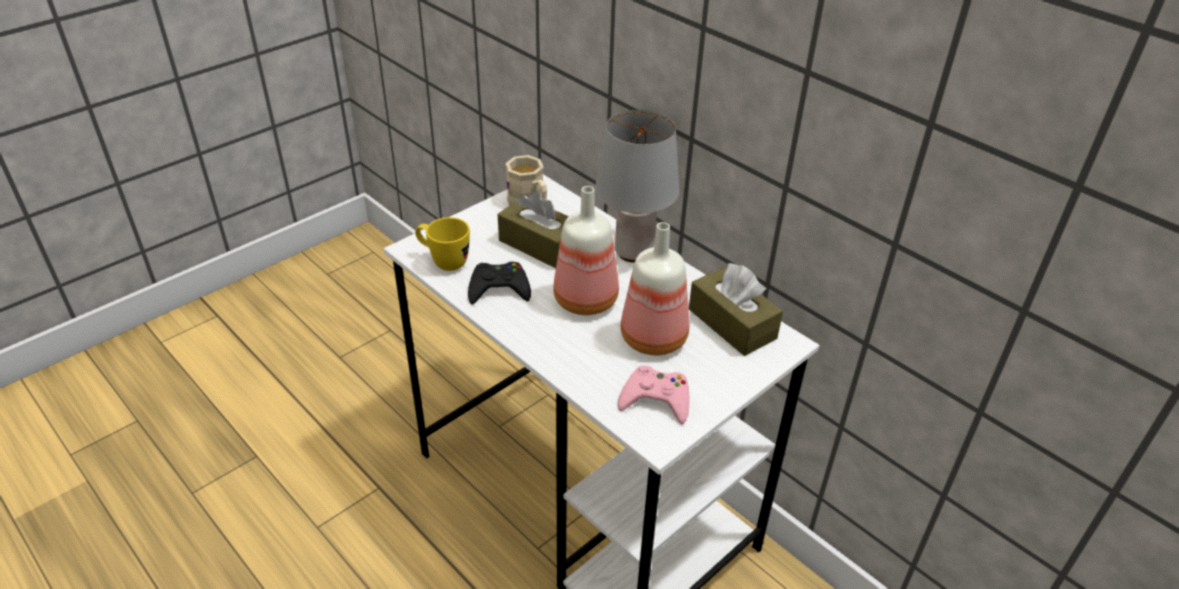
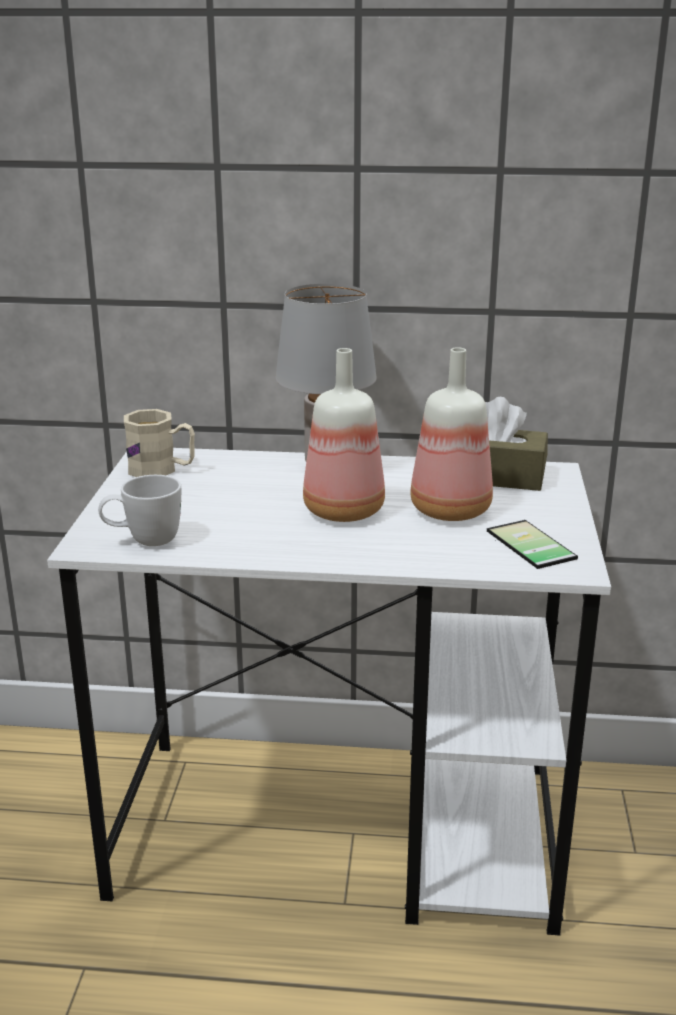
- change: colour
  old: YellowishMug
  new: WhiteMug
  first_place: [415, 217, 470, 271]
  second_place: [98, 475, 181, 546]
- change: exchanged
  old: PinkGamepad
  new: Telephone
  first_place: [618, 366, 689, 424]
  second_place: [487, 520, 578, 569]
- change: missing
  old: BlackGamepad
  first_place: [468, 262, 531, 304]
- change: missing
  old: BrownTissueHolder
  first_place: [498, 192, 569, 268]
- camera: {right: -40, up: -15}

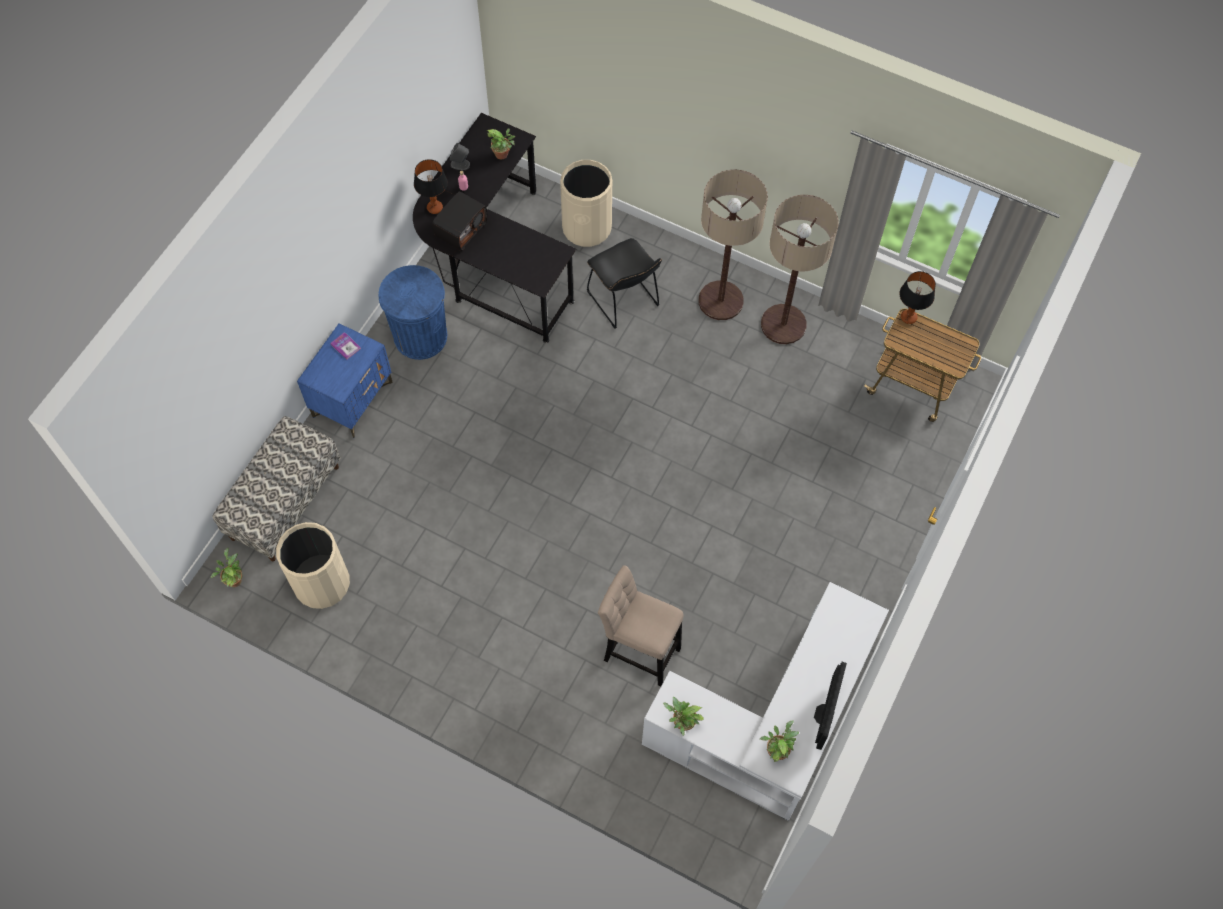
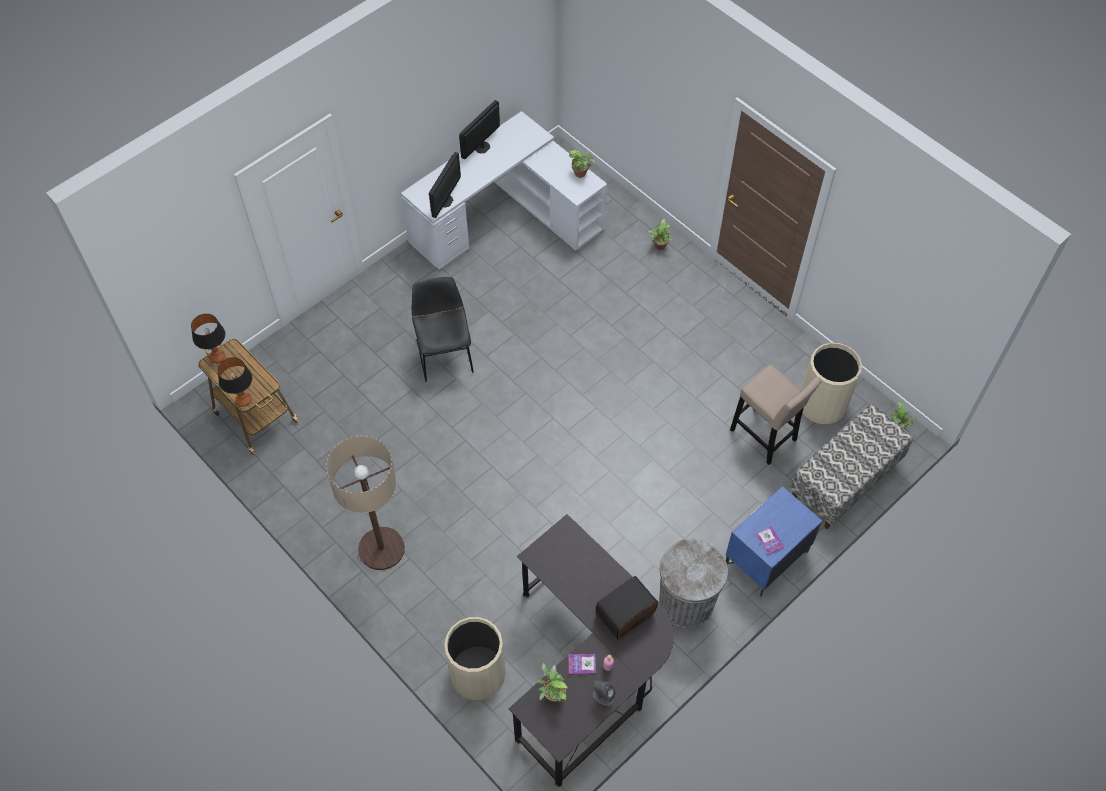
- change: relocated
  old: LampForATable
  first_place: [414, 159, 448, 214]
  second_place: [191, 314, 225, 363]
- change: relocated
  old: BlackUprightChair
  first_place: [587, 238, 662, 329]
  second_place: [411, 277, 474, 382]
- change: appeared
  new: ComputerScreen
  second_place: [429, 152, 461, 218]
- change: appeared
  new: BoundBook
  second_place: [568, 654, 596, 675]
- change: relocated
  old: Houseplant
  first_place: [760, 720, 799, 762]
  second_place: [648, 219, 674, 250]
- change: colour
  old: BluishRubbishBin
  new: GreyRubbishBin
  first_place: [379, 265, 447, 360]
  second_place: [659, 539, 728, 629]
- change: relocated
  old: SandColouredSittingStool
  first_place: [598, 565, 684, 687]
  second_place: [730, 365, 822, 465]
- change: missing
  old: StandardLamp
  first_place: [761, 195, 839, 344]
- camera: {right: -160, up: -5}

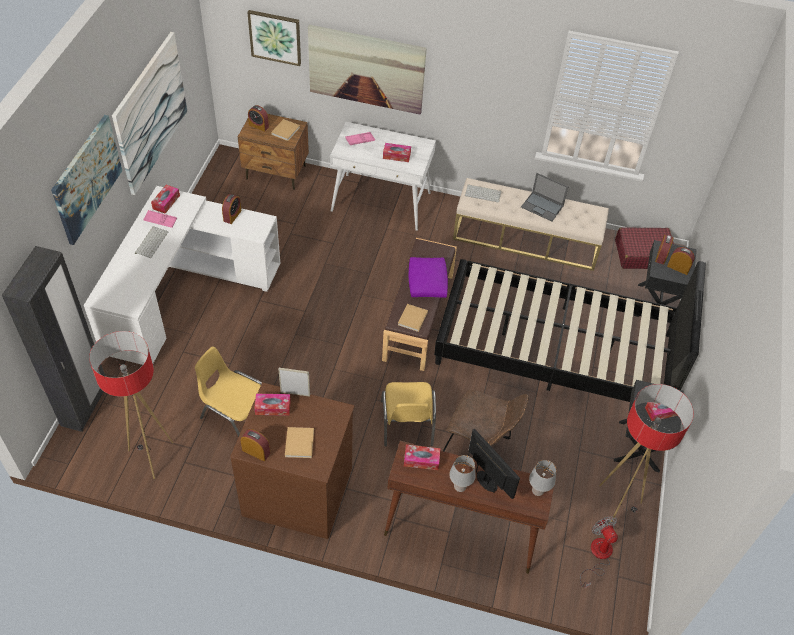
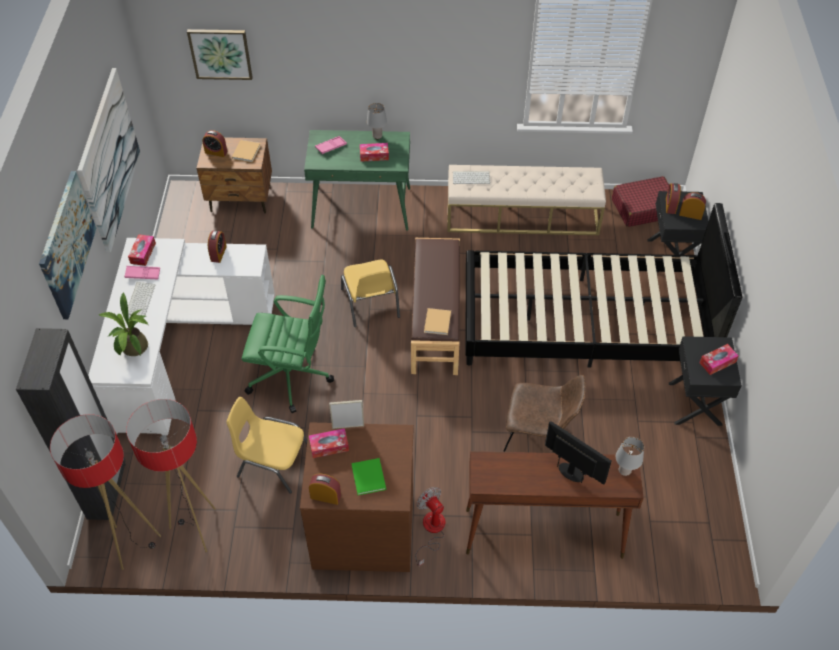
- change: relocated
  old: StandardLamp
  first_place: [599, 384, 694, 524]
  second_place: [50, 414, 161, 570]
- change: appeared
  new: Houseplant
  second_place: [99, 292, 148, 356]
- change: appeared
  new: GreenColouredDeskChair
  second_place: [242, 275, 334, 413]
- change: colour
  old: WhiteDesk
  new: GreenColouredDesk
  first_place: [330, 122, 436, 231]
  second_place: [304, 130, 410, 231]
- change: relocated
  old: YellowishUprightChair
  first_place: [381, 382, 436, 446]
  second_place: [341, 260, 400, 327]
- change: colour
  old: SandColouredBoundBook
  new: GreenColouredBoundBook
  first_place: [285, 427, 314, 458]
  second_place: [351, 458, 386, 495]
- change: relocated
  old: GreyLampForATable
  first_place: [449, 455, 476, 492]
  second_place: [367, 103, 387, 139]
- change: relocated
  old: ElectricFan
  first_place: [580, 516, 618, 588]
  second_place: [416, 487, 446, 566]
- change: missing
  old: Picture
  first_place: [308, 25, 427, 114]
- change: missing
  old: TissueHolder
  first_place: [404, 445, 441, 470]
- change: missing
  old: PurpleThrowPillow
  first_place: [409, 257, 448, 298]
- change: missing
  old: Laptop
  first_place: [521, 173, 568, 221]
- camera: {right: -10, up: 0}

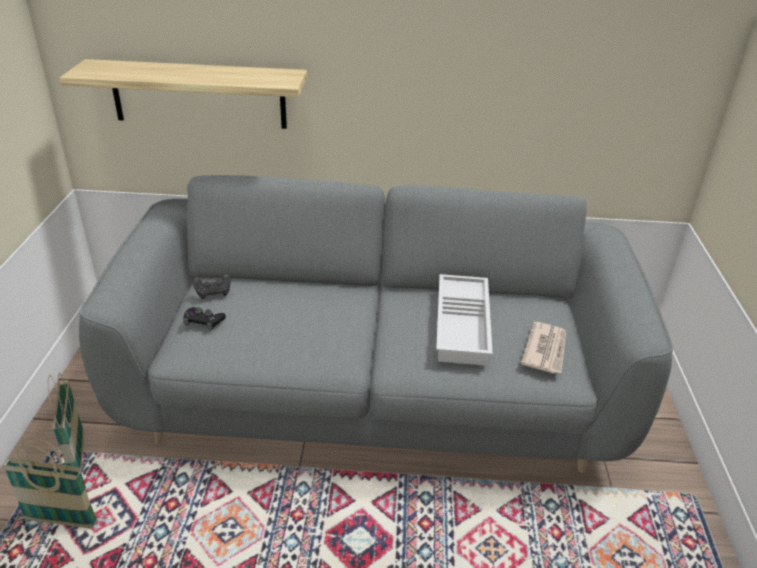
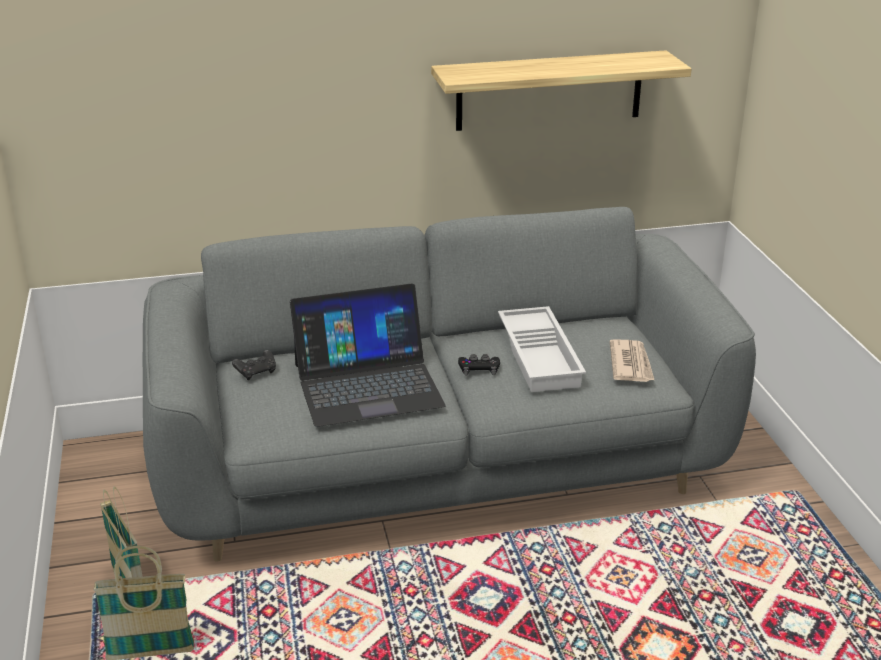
- change: appeared
  new: Laptop
  second_place: [290, 284, 446, 427]
- change: relocated
  old: Shelf
  first_place: [60, 59, 307, 129]
  second_place: [431, 50, 692, 131]
- change: relocated
  old: BlackGamepad
  first_place: [183, 307, 226, 331]
  second_place: [458, 354, 500, 375]
- camera: {right: -15, up: -5}

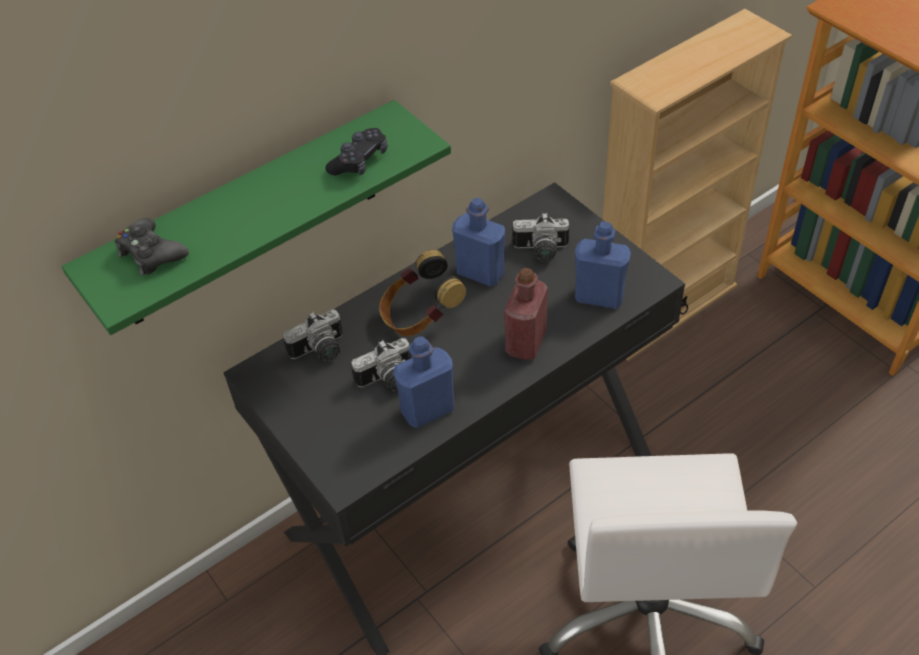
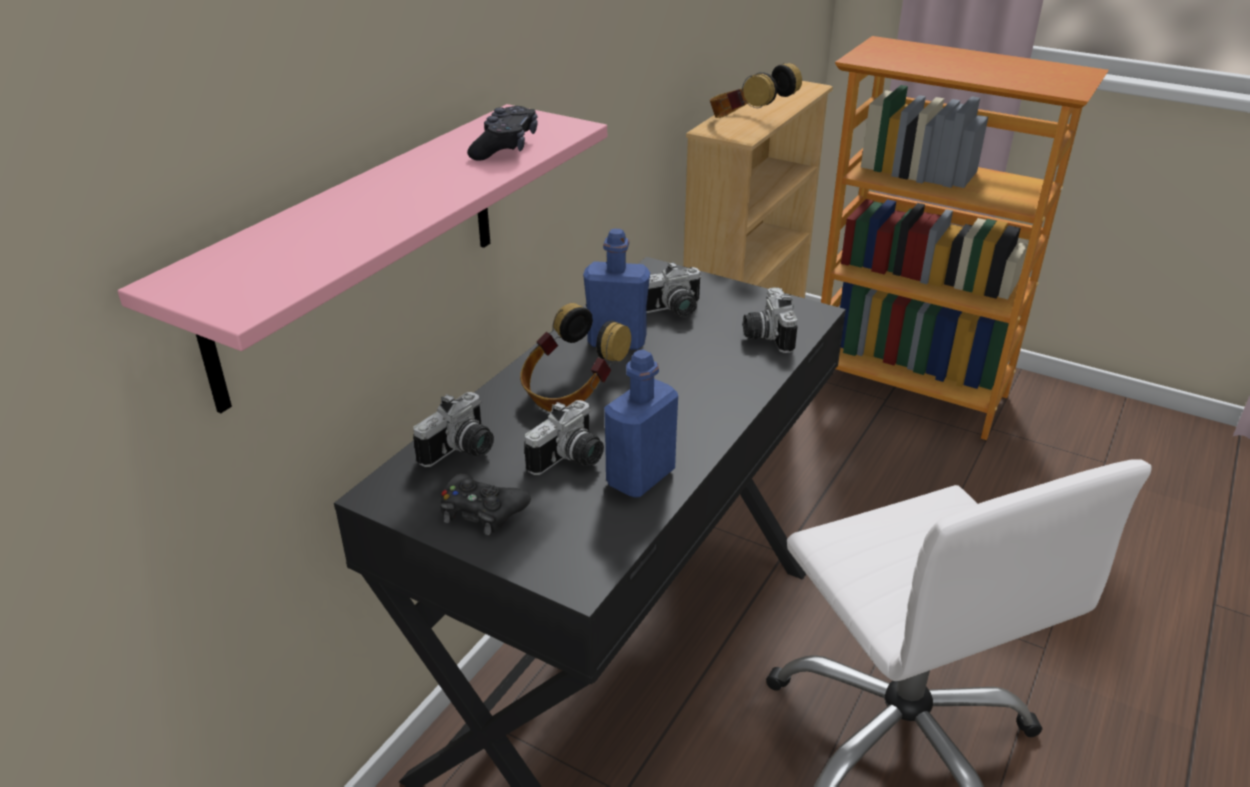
- change: colour
  old: GreenColouredShelf
  new: PinkShelf
  first_place: [62, 100, 451, 335]
  second_place: [118, 104, 607, 413]
- change: relocated
  old: BlackGamepad
  first_place: [115, 218, 189, 276]
  second_place: [440, 473, 531, 535]
- change: appeared
  new: Headphones
  second_place: [710, 63, 802, 118]
- change: exchanged
  old: BluishDrinkBottle
  new: StillCamera
  first_place: [575, 221, 631, 309]
  second_place: [743, 287, 798, 353]
- change: missing
  old: ReddishDrinkBottle
  first_place: [504, 267, 548, 360]
- camera: {right: -25, up: -15}

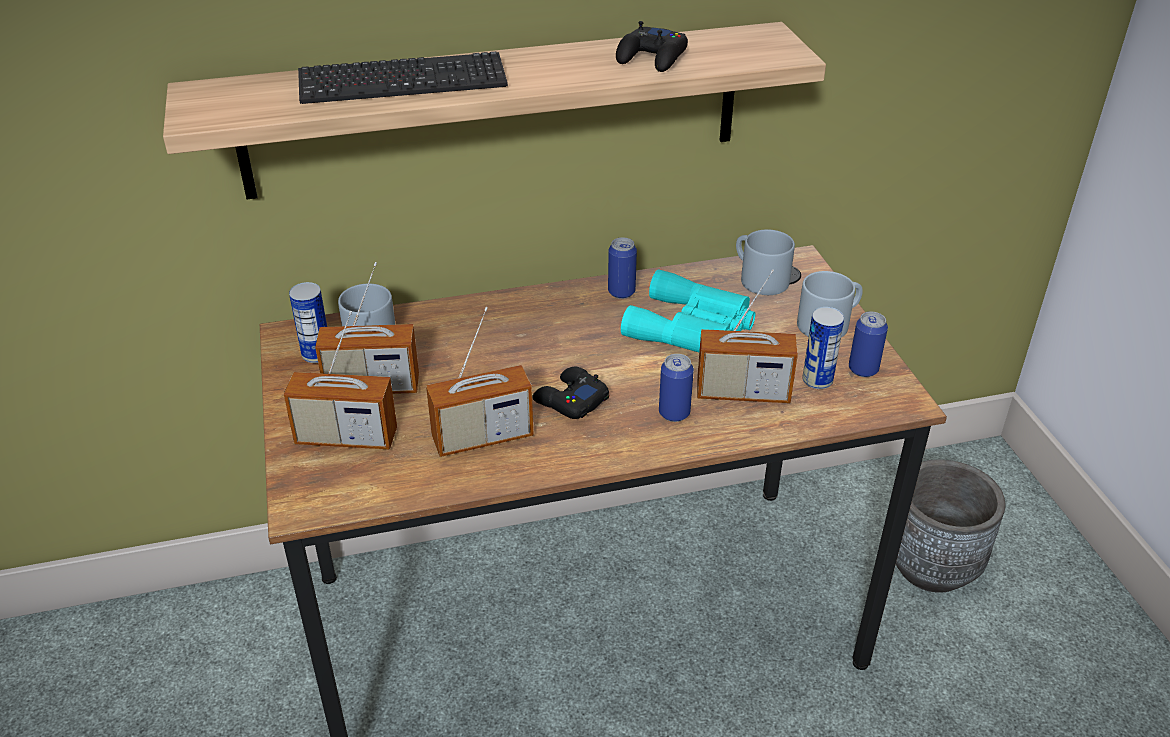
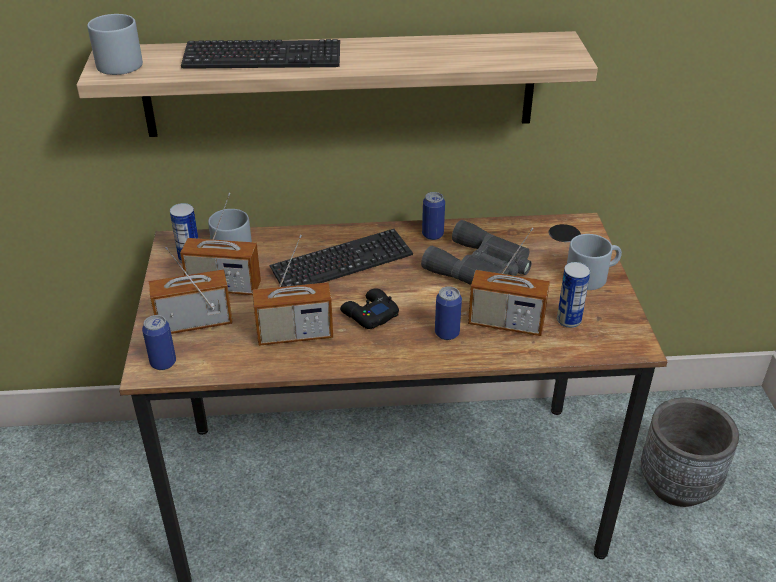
- change: relocated
  old: GreyMug
  first_place: [736, 229, 795, 295]
  second_place: [87, 14, 143, 75]
- change: relocated
  old: MetalCan
  first_place: [849, 312, 888, 377]
  second_place: [142, 315, 176, 370]
- change: spun
  old: RadioSet
  first_place: [284, 311, 397, 449]
  second_place: [149, 247, 233, 334]
  degrees: 150
- change: appeared
  new: PcKeyboard
  second_place: [270, 229, 413, 287]
- change: colour
  old: TurquoiseBinoculars
  new: GreyBinoculars
  first_place: [621, 269, 755, 352]
  second_place: [421, 220, 531, 285]
- change: missing
  old: BlackGamepad
  first_place: [616, 21, 688, 72]
- camera: {right: 10, up: 0}

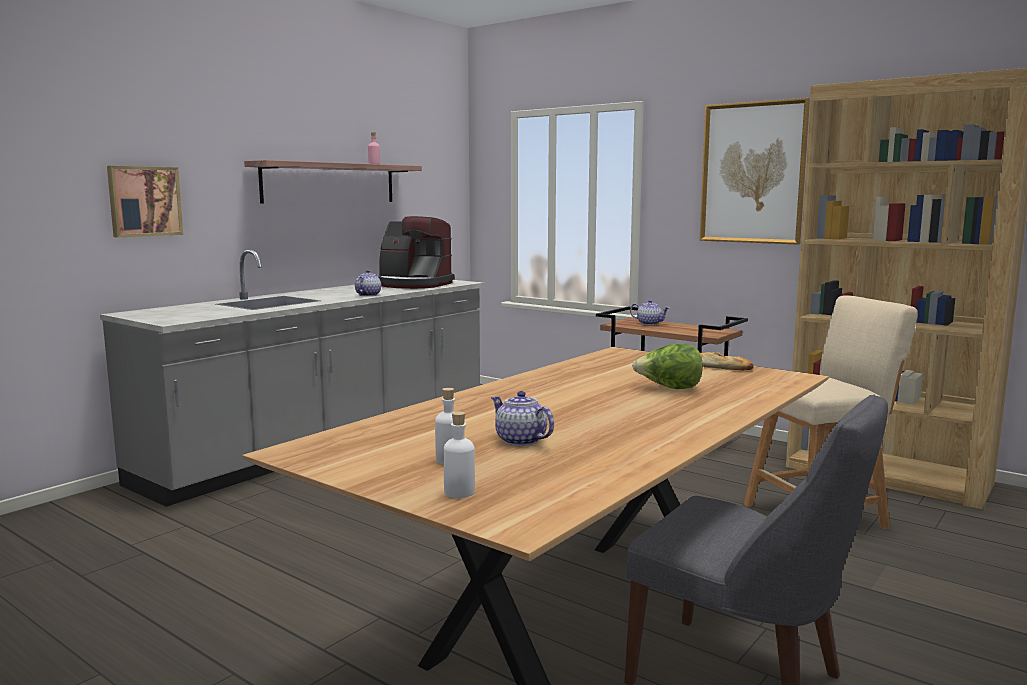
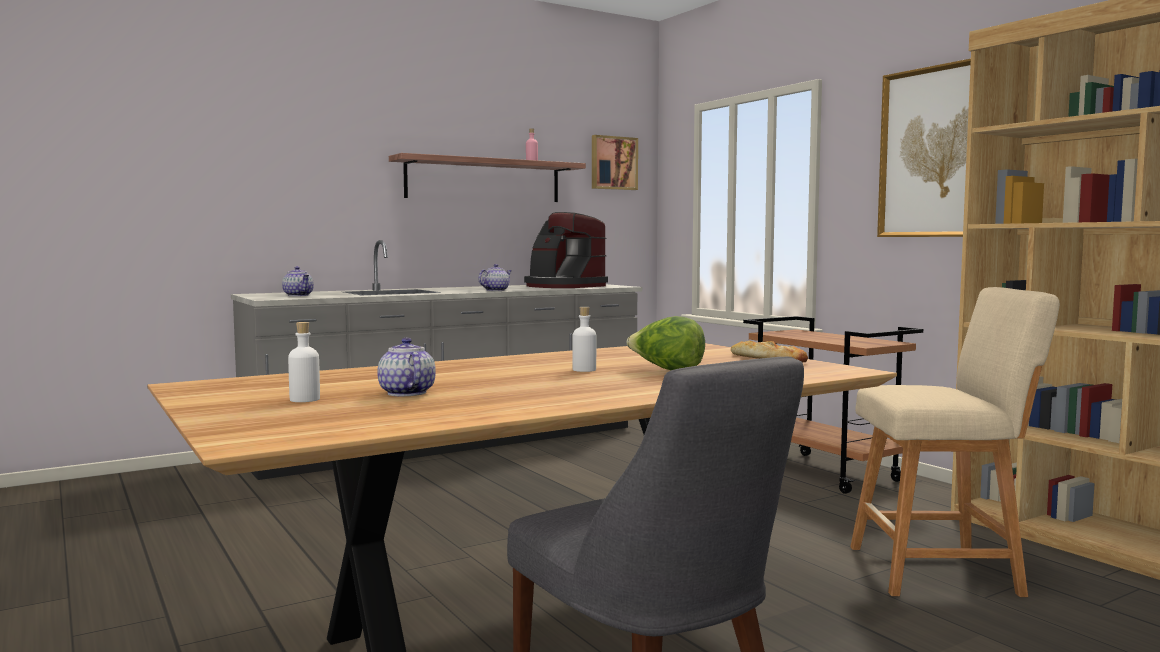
- change: relocated
  old: Teapot
  first_place: [630, 300, 670, 325]
  second_place: [282, 266, 314, 296]
- change: relocated
  old: WhiteDrinkBottle
  first_place: [443, 411, 475, 498]
  second_place: [572, 307, 596, 372]
- change: relocated
  old: Picture
  first_place: [107, 166, 183, 237]
  second_place: [592, 135, 638, 190]
- camera: {right: 20, up: -5}

